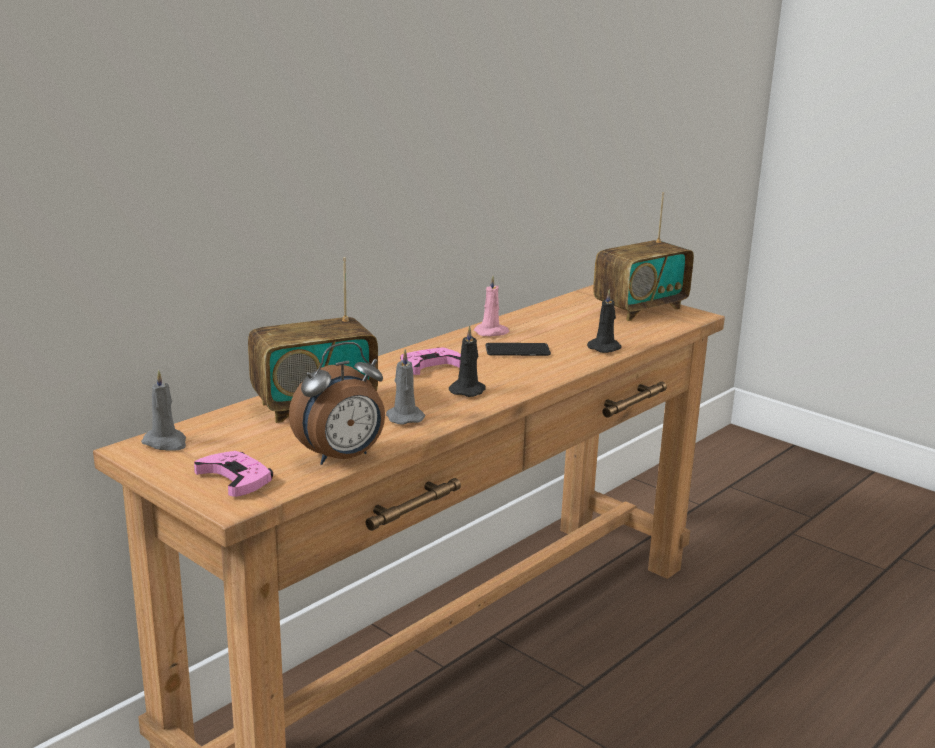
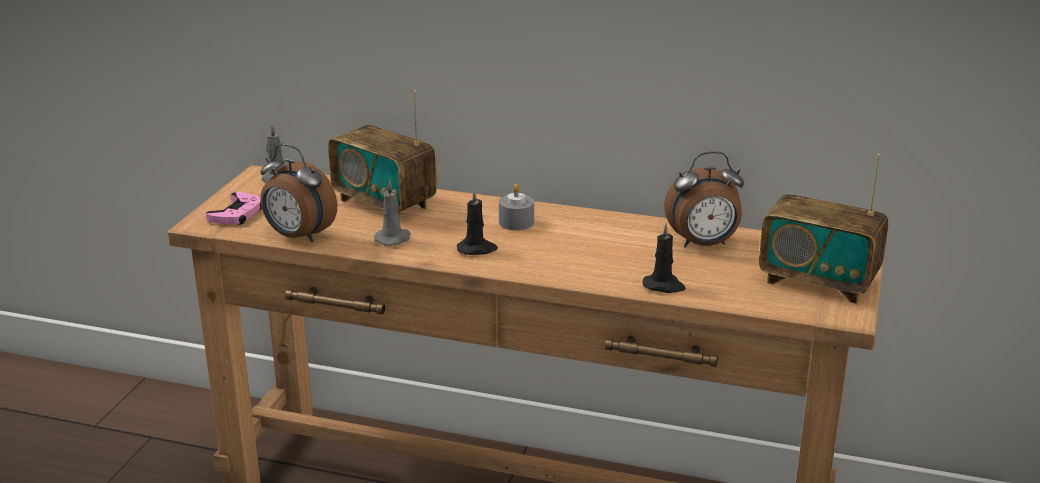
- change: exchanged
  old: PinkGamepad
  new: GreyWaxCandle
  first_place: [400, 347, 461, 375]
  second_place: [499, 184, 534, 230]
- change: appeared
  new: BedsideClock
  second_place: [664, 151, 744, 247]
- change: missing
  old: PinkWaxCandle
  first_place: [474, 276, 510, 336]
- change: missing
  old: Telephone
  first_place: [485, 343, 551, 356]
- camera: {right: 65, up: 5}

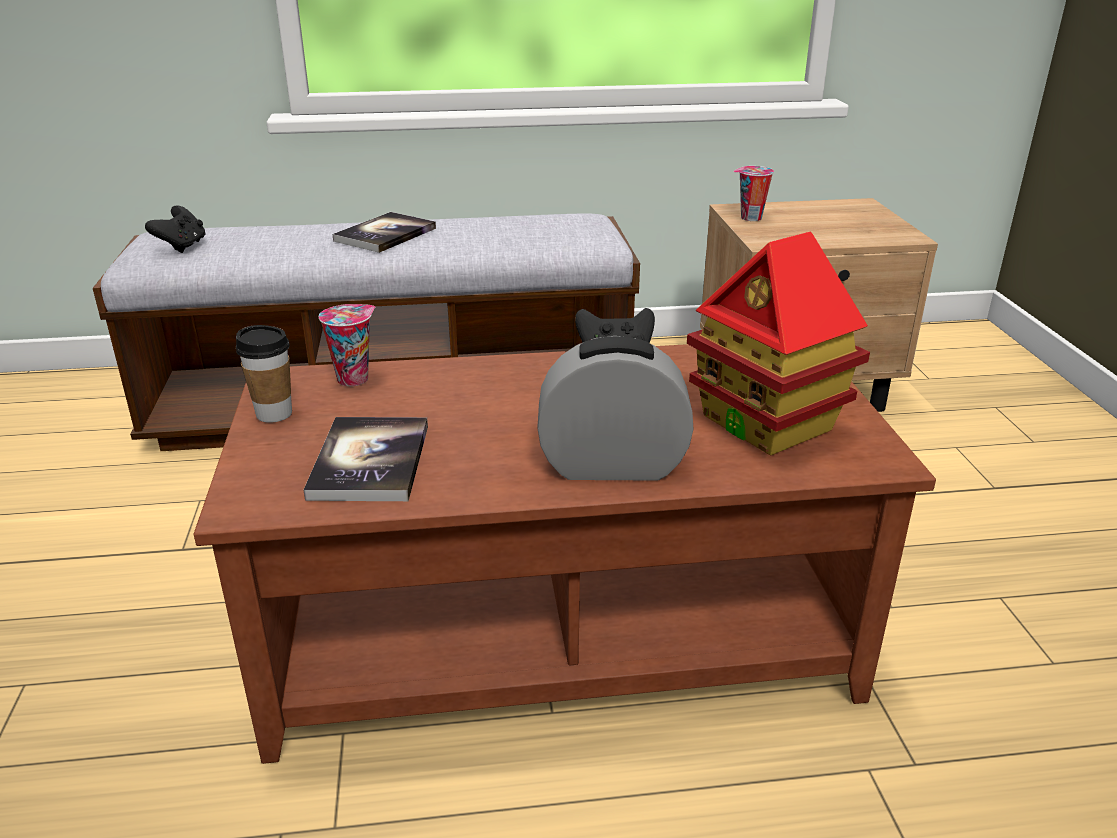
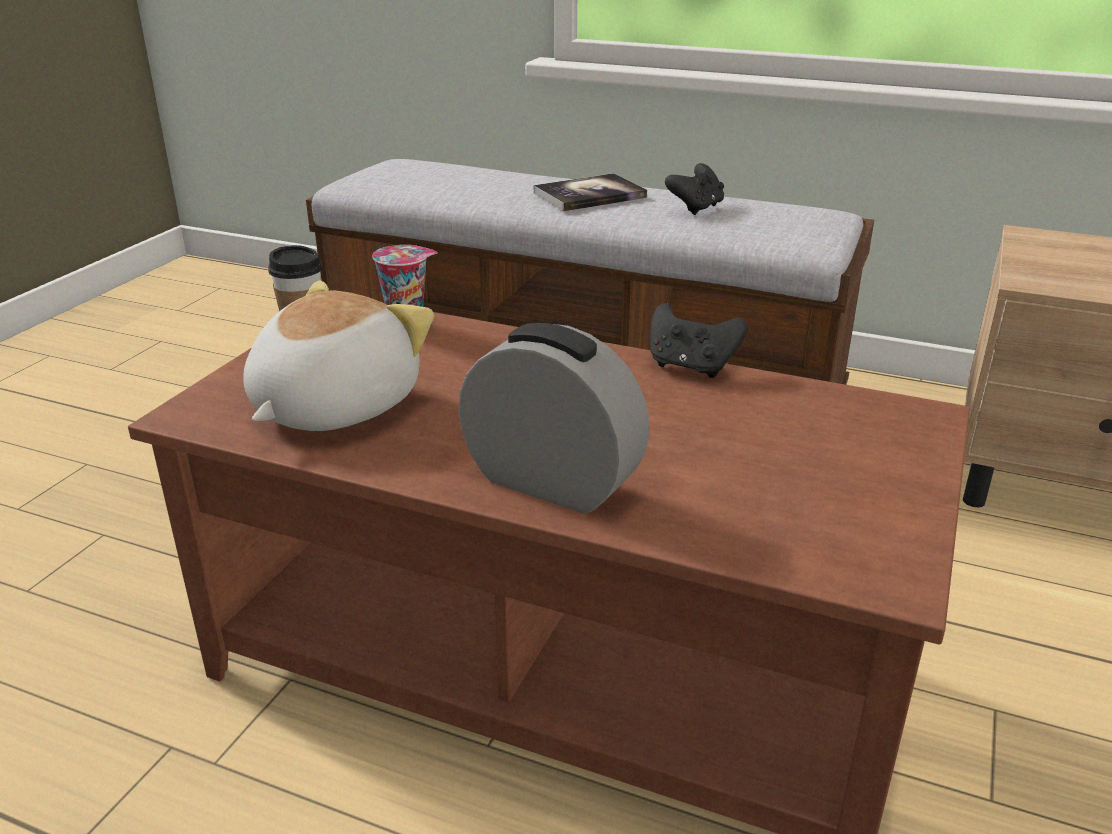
- change: exchanged
  old: BoundBook
  new: CuddlyToy
  first_place: [304, 417, 428, 501]
  second_place: [243, 281, 434, 431]
- change: relocated
  old: BlackGamepad
  first_place: [145, 205, 206, 253]
  second_place: [665, 163, 724, 215]
- change: missing
  old: MiniatureHouse
  first_place: [687, 232, 870, 455]
- change: missing
  old: DrinkingCup
  first_place: [733, 166, 774, 221]
- camera: {right: 30, up: 0}

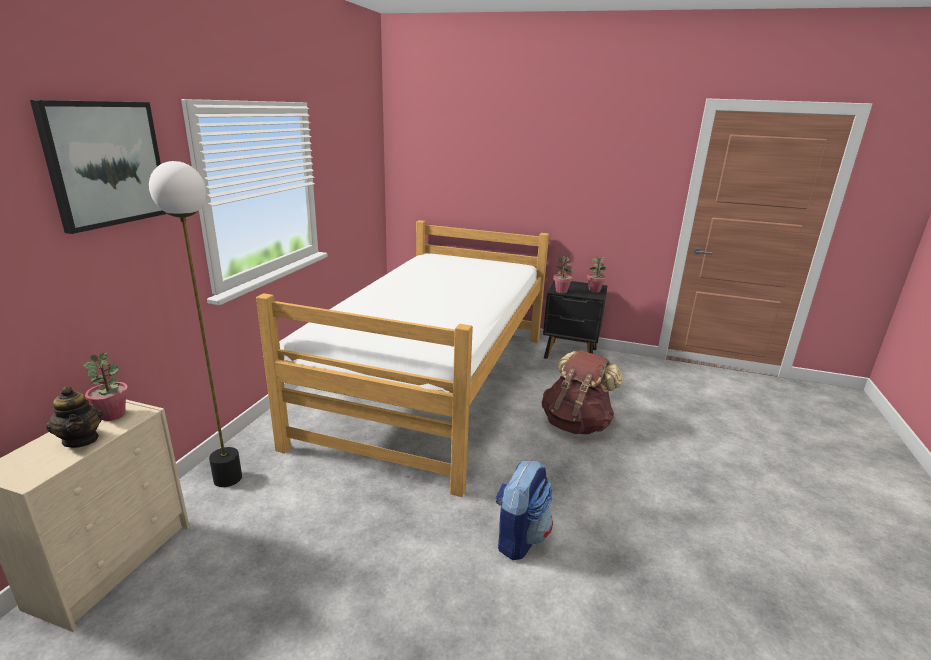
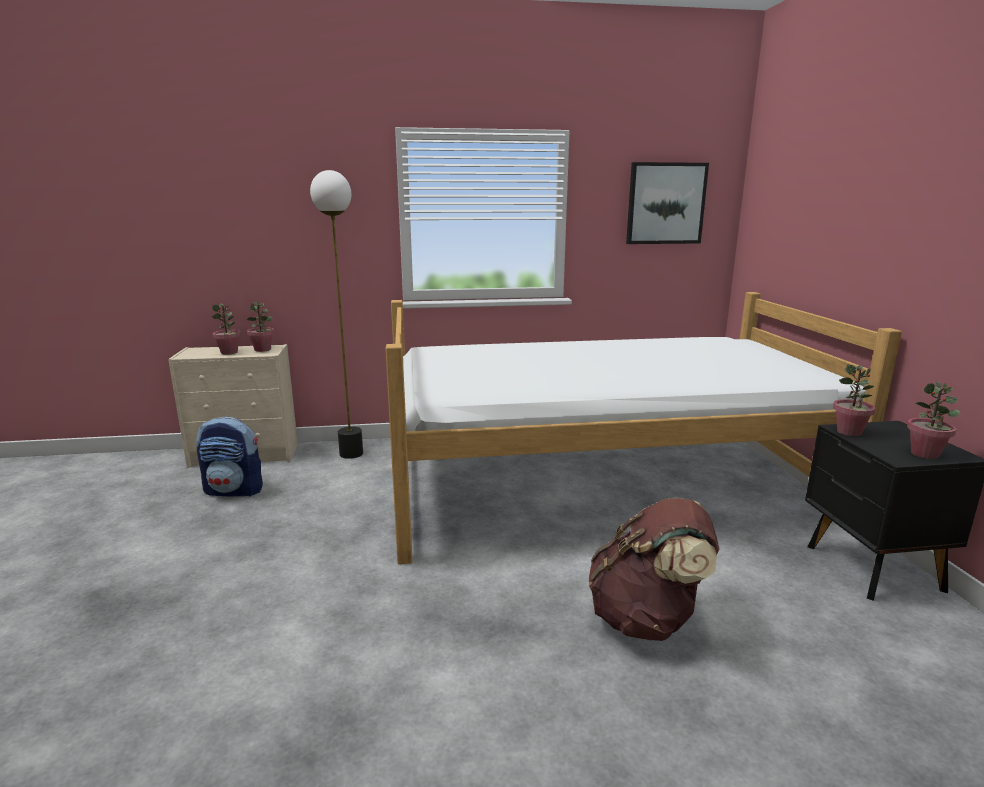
- change: relocated
  old: Rucksack
  first_place: [496, 460, 553, 560]
  second_place: [196, 416, 263, 497]
- change: exchanged
  old: Teapot
  new: Houseplant
  first_place: [46, 386, 103, 448]
  second_place: [212, 303, 241, 355]
- change: relocated
  old: Picture
  first_place: [30, 100, 167, 234]
  second_place: [626, 162, 709, 244]
- camera: {right: 65, up: -5}

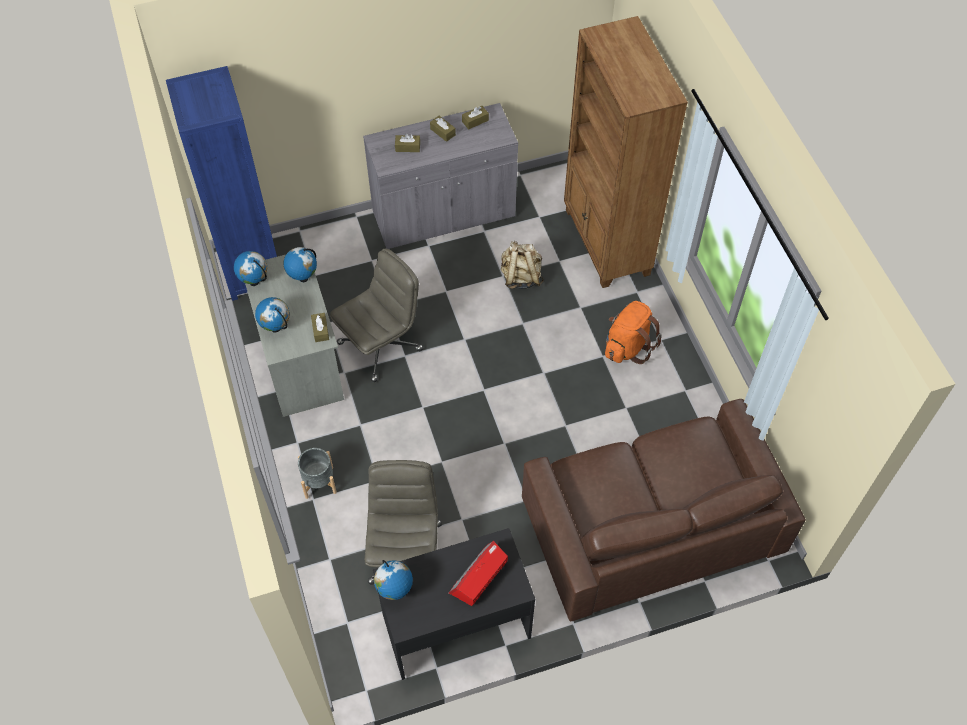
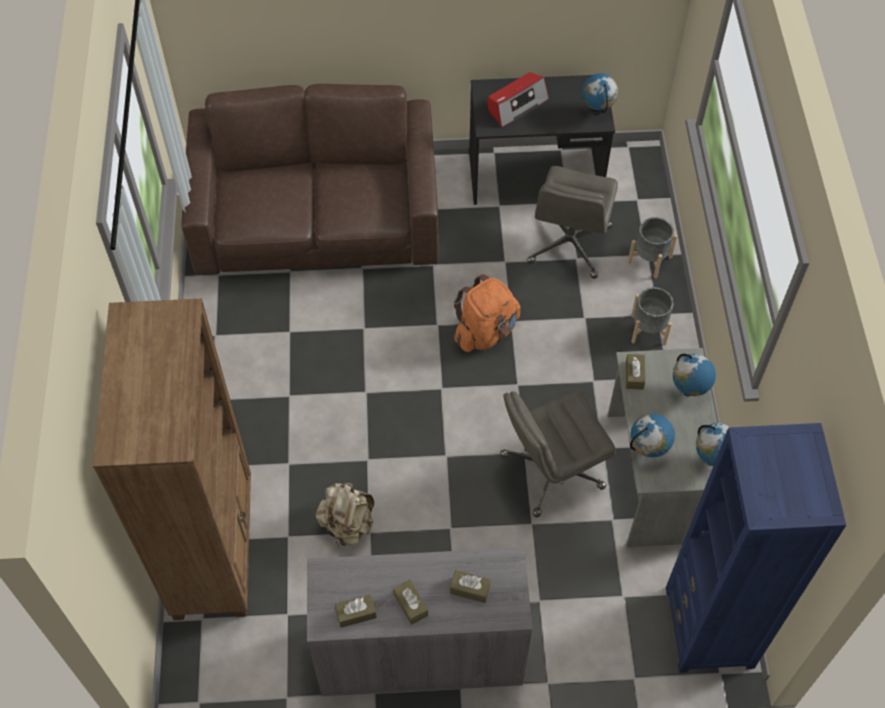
- change: relocated
  old: OrangeRucksack
  first_place: [605, 301, 662, 364]
  second_place: [454, 274, 520, 352]
- change: appeared
  new: GreyPlanter
  second_place: [628, 217, 678, 278]
- camera: {right: -165, up: 0}

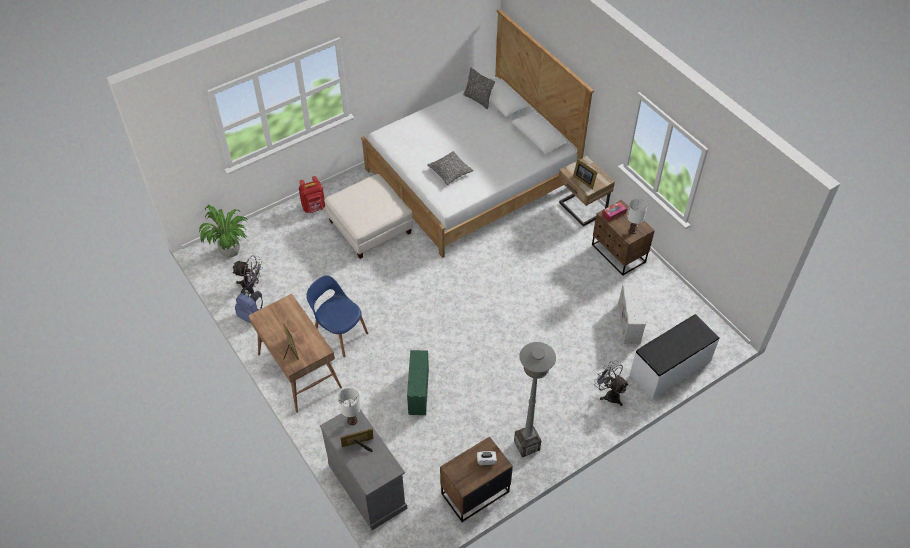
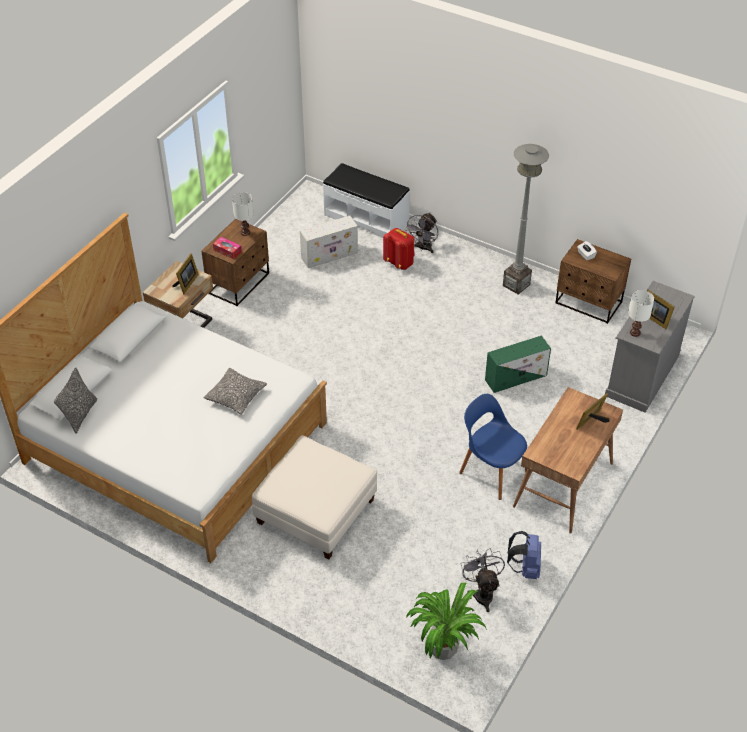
- change: relocated
  old: ReddishRucksack
  first_place: [299, 176, 325, 213]
  second_place: [383, 228, 415, 270]
- change: spun
  old: BluishUprightChair
  first_place: [306, 275, 368, 357]
  second_place: [459, 394, 527, 500]
  degrees: 120
- camera: {right: -115, up: -5}

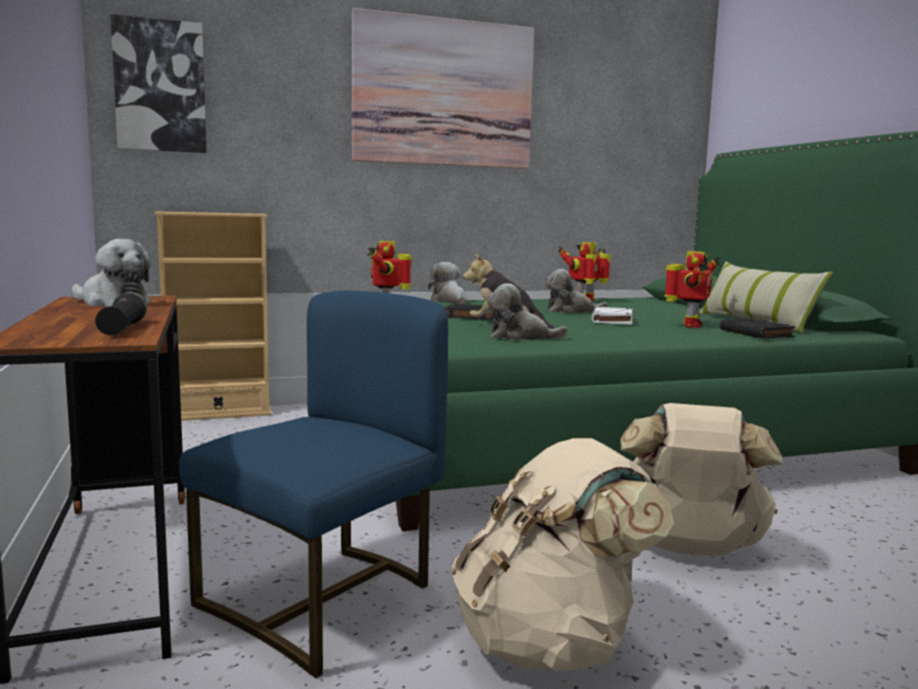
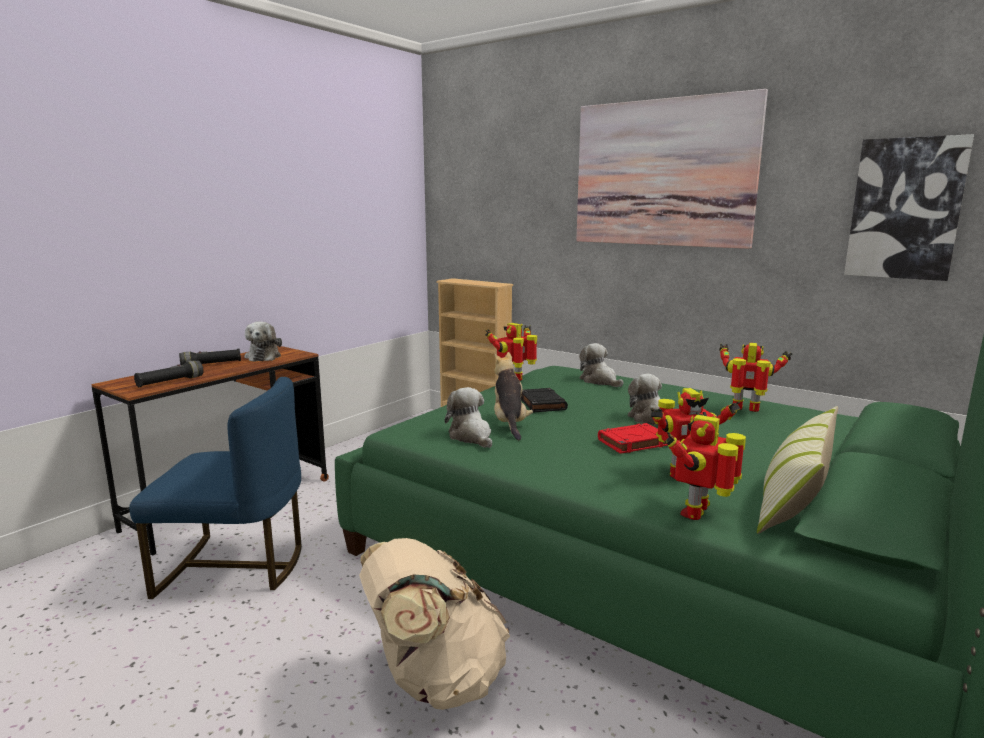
- change: appeared
  new: BlackHandTorch
  second_place: [179, 348, 241, 365]
- change: spun
  old: CuddlyToy
  first_place: [428, 262, 467, 304]
  second_place: [579, 343, 623, 387]
  degrees: -60
- change: colour
  old: WhiteBoundBook
  new: ReddishBoundBook
  first_place: [591, 307, 633, 325]
  second_place: [598, 423, 668, 454]
- change: exchanged
  old: BlackBoundBook
  new: RobotFigure
  first_place: [720, 319, 795, 339]
  second_place: [665, 412, 746, 520]
- change: relocated
  old: Picture
  first_place: [110, 14, 207, 153]
  second_place: [844, 134, 974, 281]
- change: missing
  old: SandColouredRucksack
  first_place: [452, 438, 674, 671]
- camera: {right: 55, up: 5}

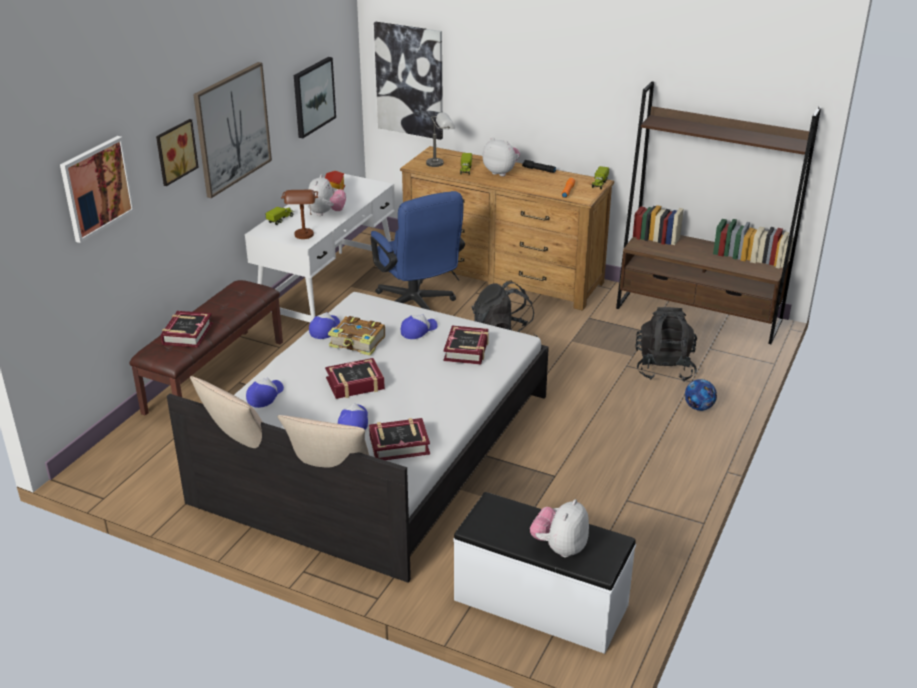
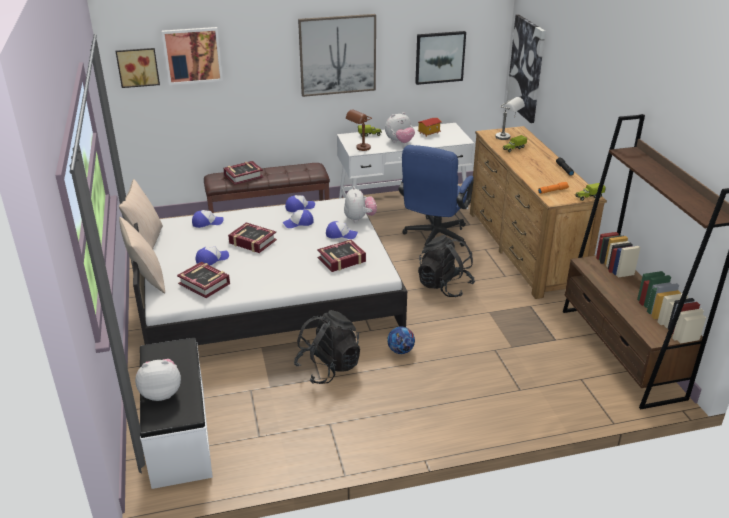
- change: relocated
  old: Picture
  first_place: [156, 119, 199, 186]
  second_place: [115, 48, 160, 88]
- change: exchanged
  old: BoundBook
  new: Cap
  first_place: [328, 316, 385, 356]
  second_place: [283, 209, 314, 228]
- change: relocated
  old: BlackRucksack
  first_place: [635, 307, 697, 382]
  second_place: [294, 310, 360, 384]
- change: relocated
  old: CuddlyToy
  first_place: [483, 138, 520, 176]
  second_place: [344, 186, 377, 222]
- change: relocated
  old: BallForFootball
  first_place: [685, 379, 717, 411]
  second_place: [387, 326, 415, 354]
- camera: {right: 50, up: 0}

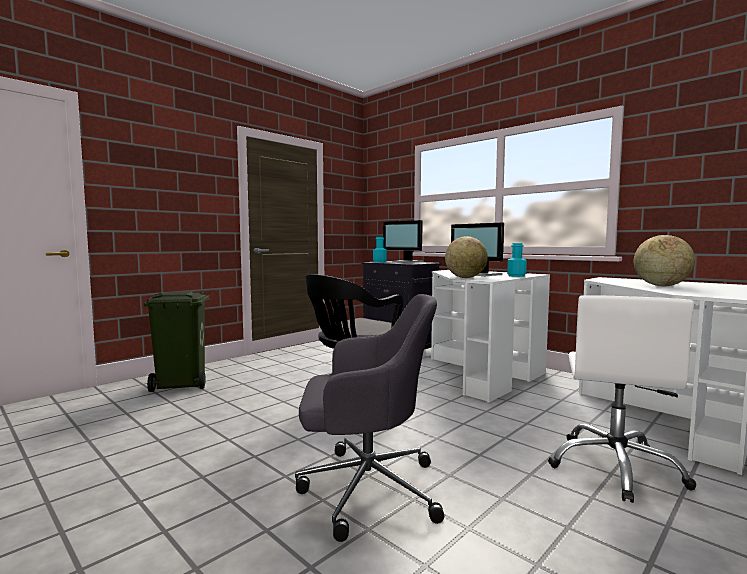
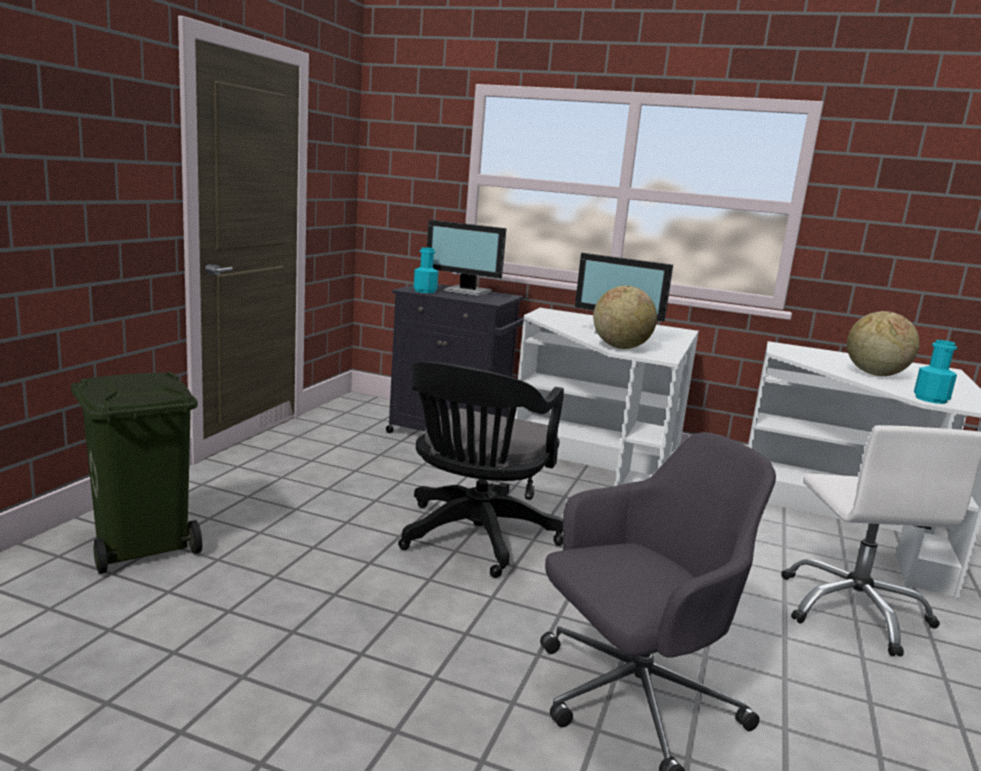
- change: relocated
  old: TurquoiseDrinkBottle
  first_place: [507, 243, 527, 277]
  second_place: [914, 340, 957, 404]
- camera: {right: -25, up: 10}

